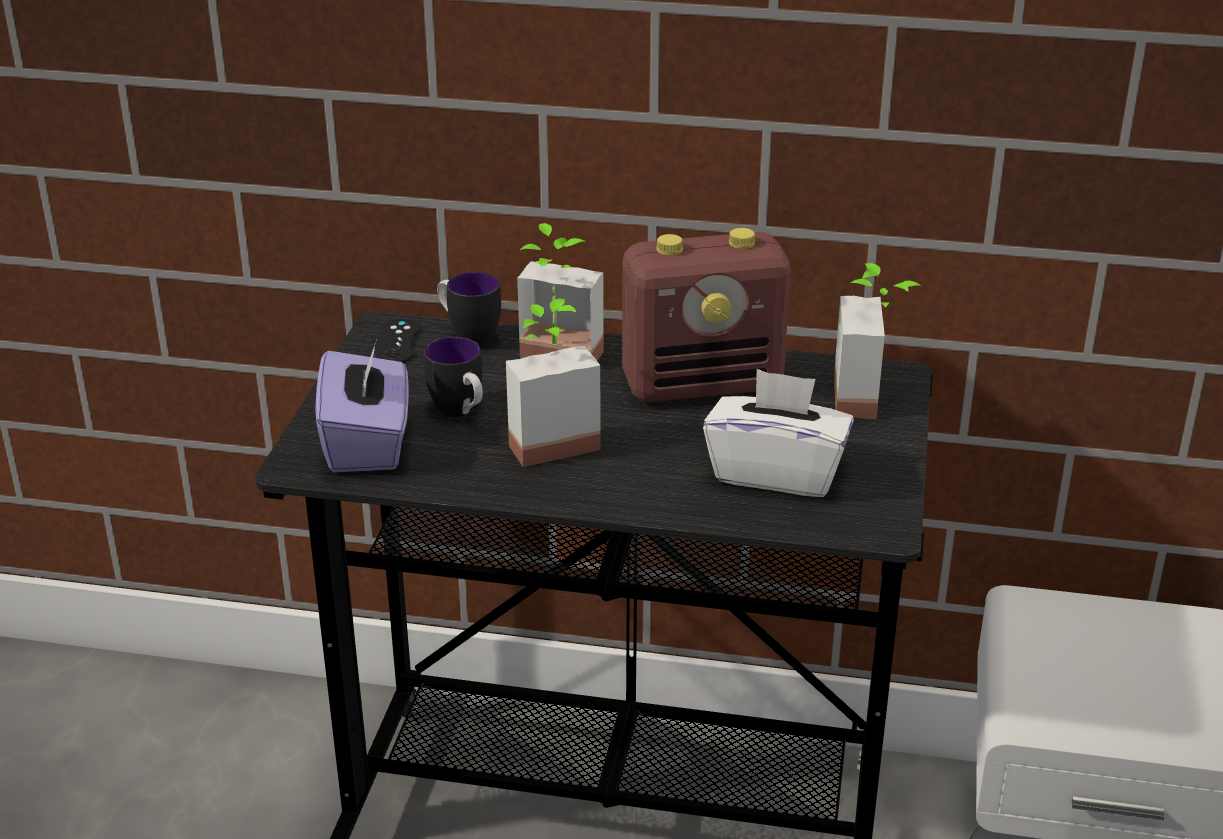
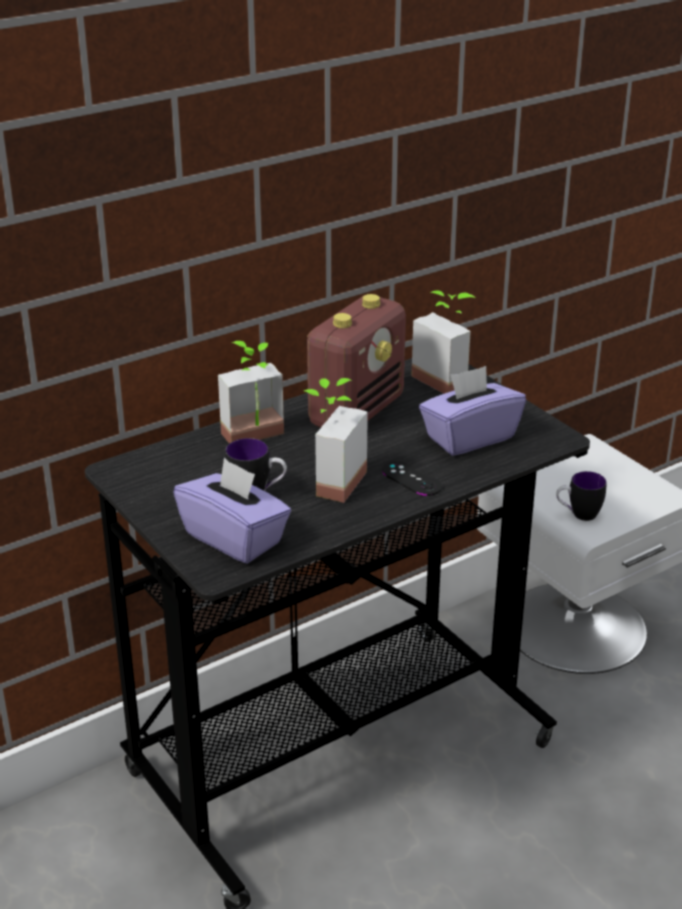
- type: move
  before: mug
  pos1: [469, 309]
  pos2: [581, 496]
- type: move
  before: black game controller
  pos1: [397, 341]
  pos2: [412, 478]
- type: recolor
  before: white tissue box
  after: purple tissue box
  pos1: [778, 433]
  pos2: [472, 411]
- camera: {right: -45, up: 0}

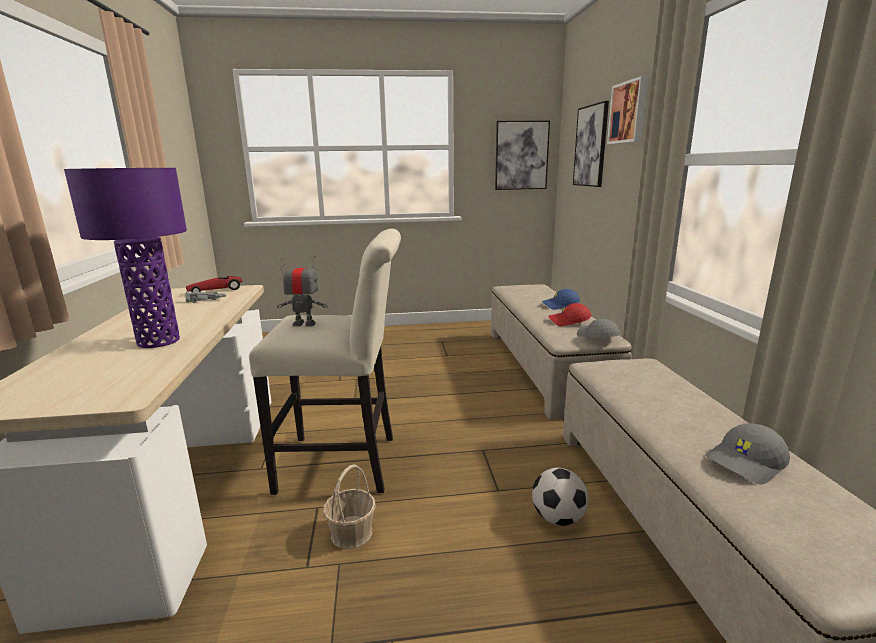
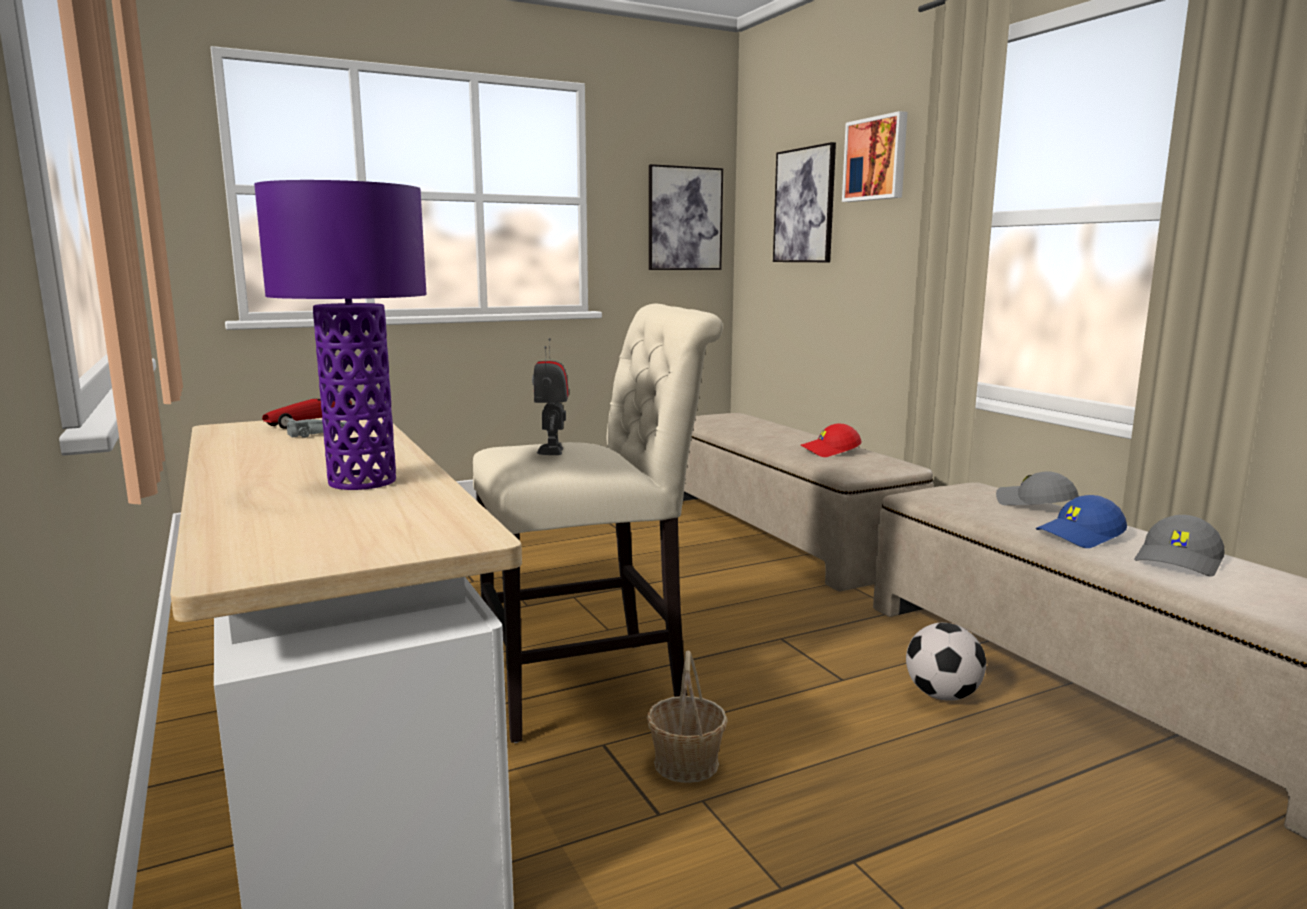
- type: rotate
  before: toy robot
  pos1: [302, 291]
  pos2: [550, 396]
  turn: -75
- type: move
  before: blue cap
  pos1: [561, 299]
  pos2: [1081, 521]
- type: move
  before: grey cap
  pos1: [599, 328]
  pos2: [1037, 488]
- camera: {right: -20, up: -5}

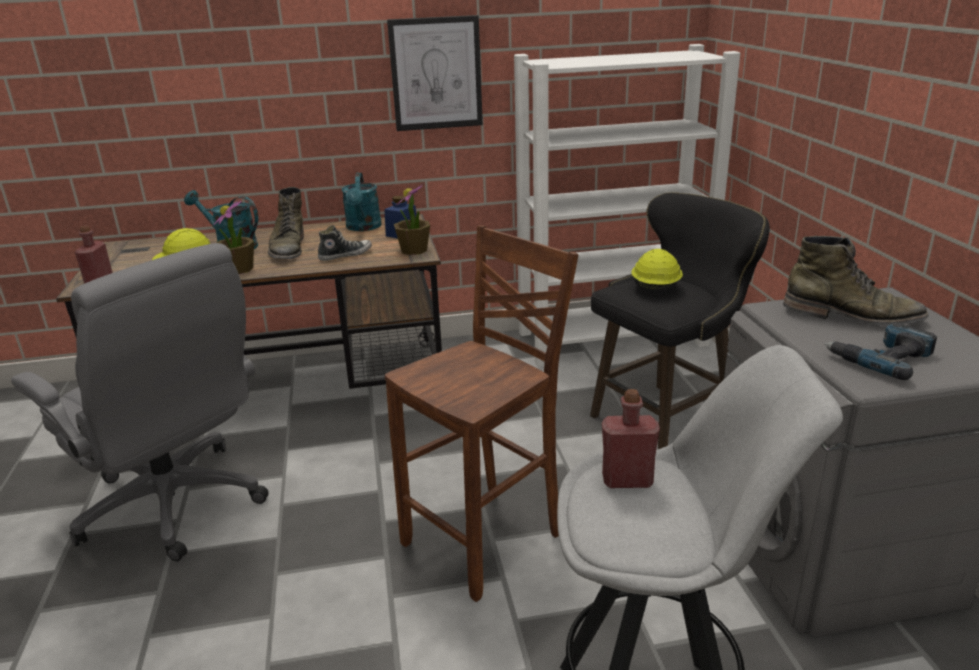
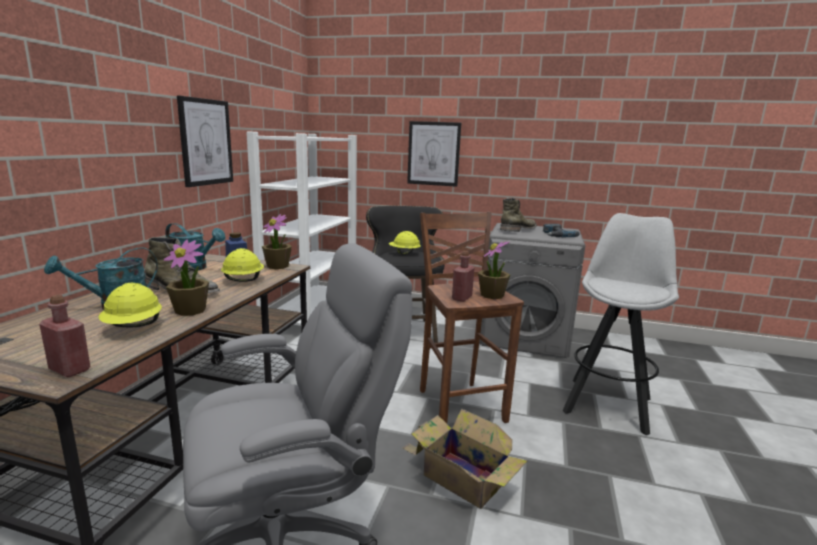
- type: replace
  before: shoe
  after: yellow hard hat
  pos1: [345, 243]
  pos2: [242, 265]
- type: move
  before: red bottle
  pos1: [631, 438]
  pos2: [463, 276]
- type: insert
  after: picture
  pos2: [434, 154]
- type: insert
  after: potted plant
  pos2: [494, 269]
- type: insert
  after: cardboard box
  pos2: [464, 459]
- camera: {right: -65, up: -10}

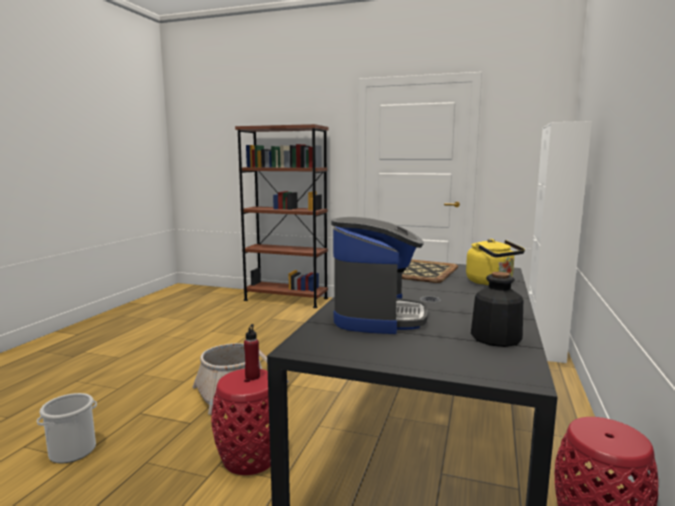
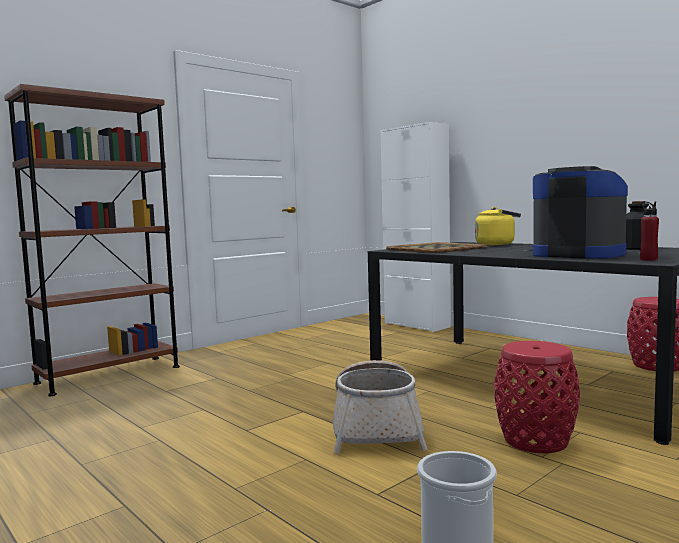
- type: move
  before: red bottle
  pos1: [252, 352]
  pos2: [649, 231]
- camera: {right: -60, up: -5}

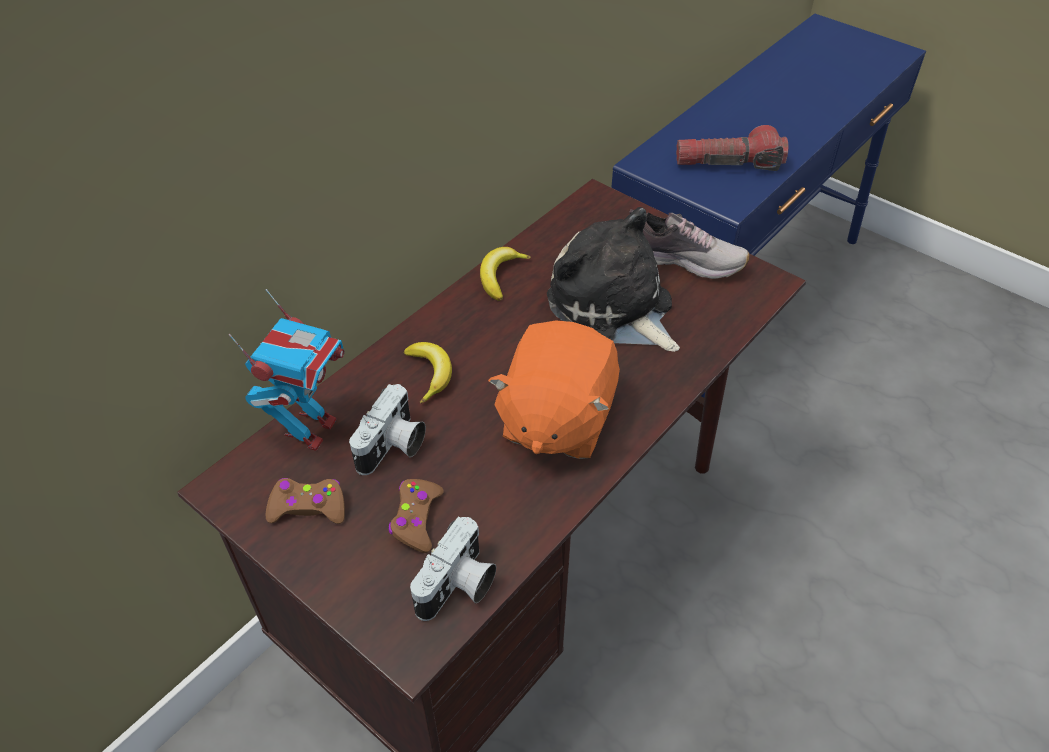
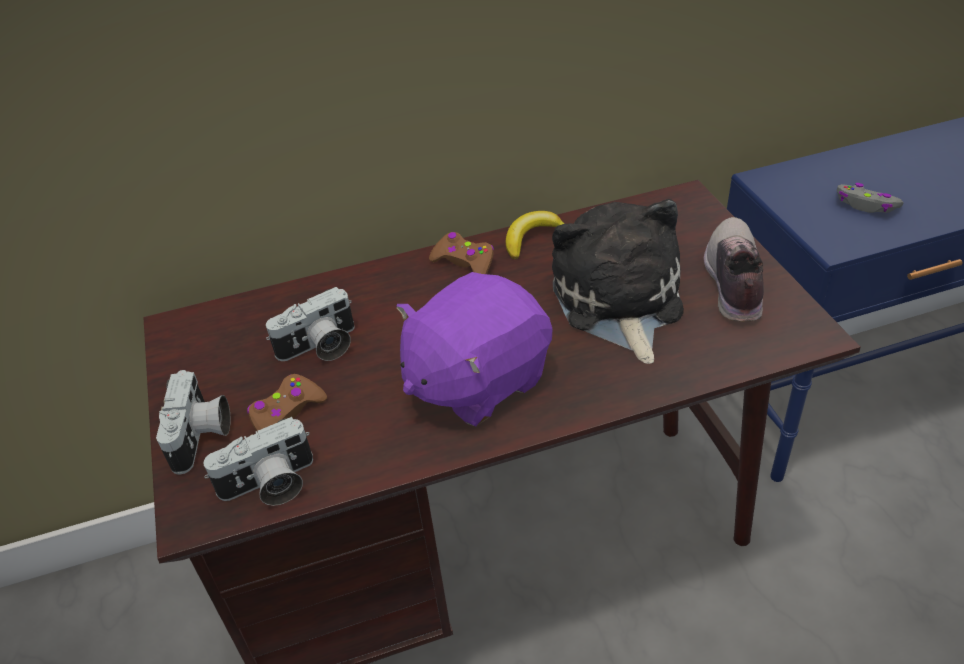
- type: replace
  before: flashlight
  after: grey game controller
  pos1: [732, 148]
  pos2: [870, 198]
- type: rotate
  before: shoe
  pos1: [689, 244]
  pos2: [734, 269]
  turn: -135
- type: delete
  before: toy robot
  pos1: [287, 370]
- type: recolor
  before: orange plush toy
  after: purple plush toy
  pos1: [554, 390]
  pos2: [474, 349]
- type: delete
  before: banana
  pos1: [428, 373]
- type: move
  before: brown game controller
  pos1: [305, 501]
  pos2: [461, 253]
- type: insert
  after: photo camera
  pos2: [193, 422]
- camera: {right: 35, up: -5}

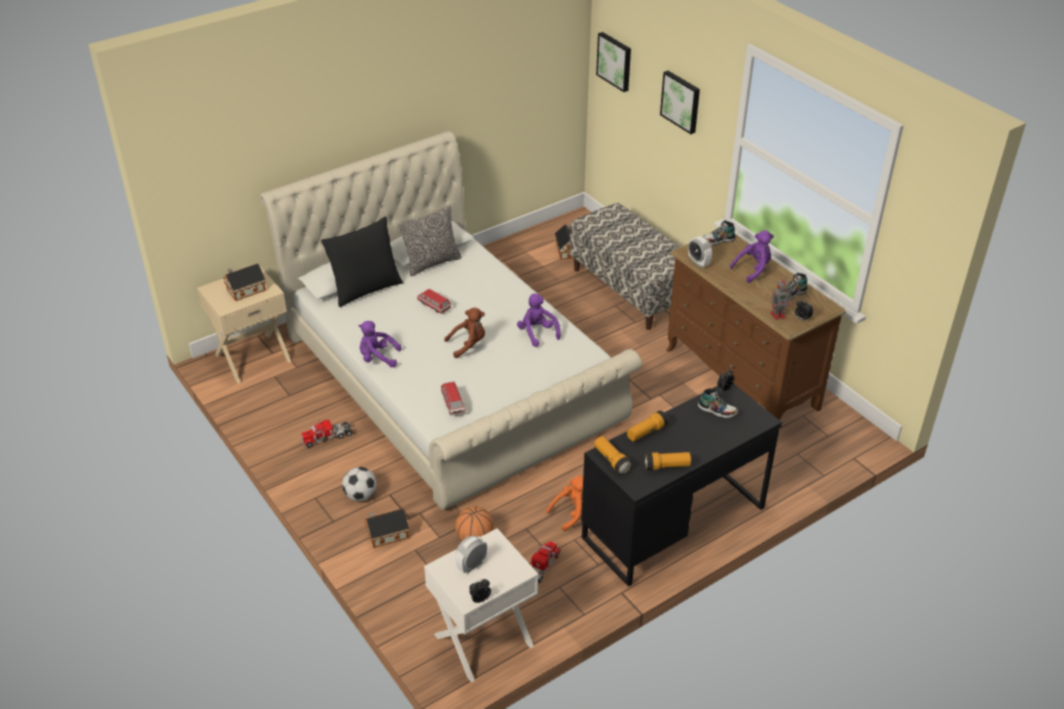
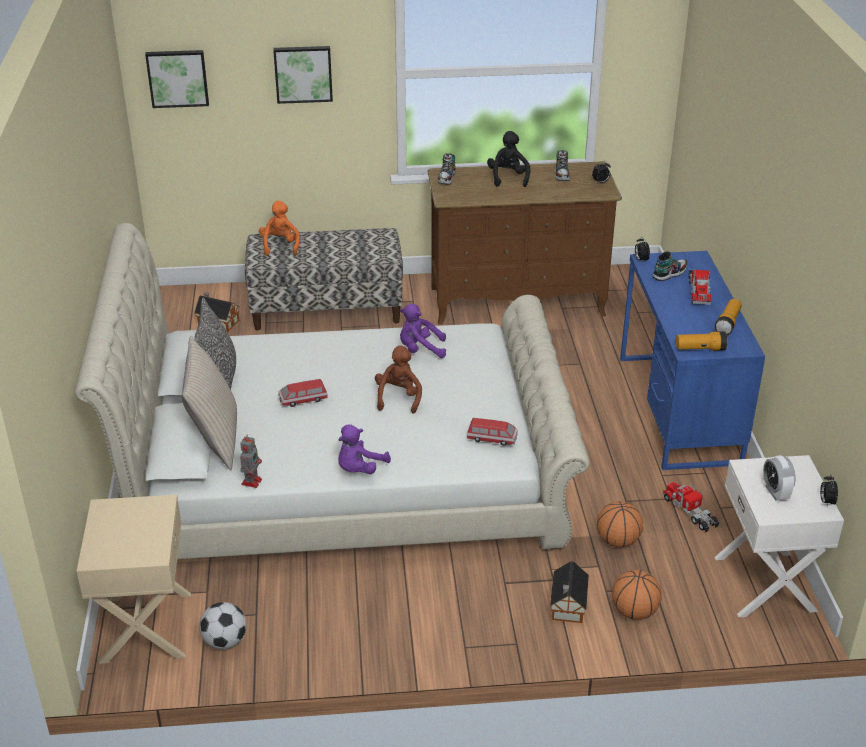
- type: recolor
  before: black pillow
  after: beige pillow
  pos1: [362, 262]
  pos2: [209, 403]
- type: recolor
  before: purple plush toy
  after: black plush toy
  pos1: [752, 256]
  pos2: [508, 159]
- type: delete
  before: alarm clock
  pos1: [700, 252]
- type: delete
  before: toy house
  pos1: [244, 282]
- type: move
  before: toy robot
  pos1: [781, 299]
  pos2: [251, 461]
- type: recolor
  before: black desk
  after: blue desk
  pos1: [681, 485]
  pos2: [692, 360]
- type: delete
  before: flashlight
  pos1: [648, 426]
- type: move
  before: toy truck
  pos1: [327, 433]
  pos2: [699, 287]
- type: move
  before: football
  pos1: [359, 484]
  pos2: [222, 626]
- type: move
  before: orange plush toy
  pos1: [564, 503]
  pos2: [279, 228]
- type: insert
  after: basketball
  pos2: [637, 595]
- camera: {right: -60, up: -5}

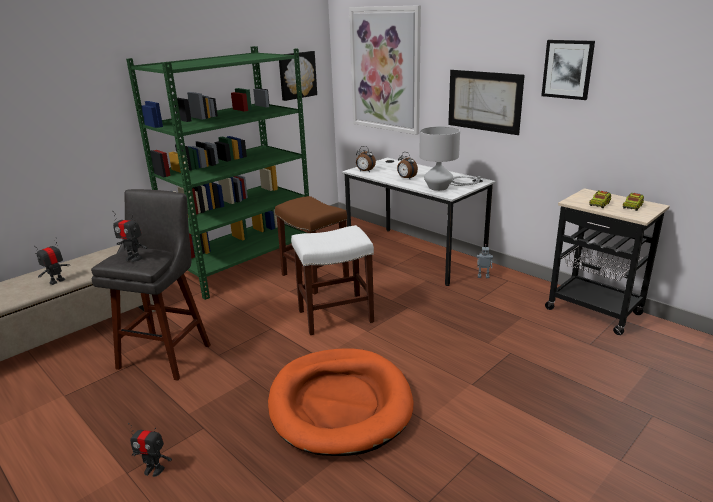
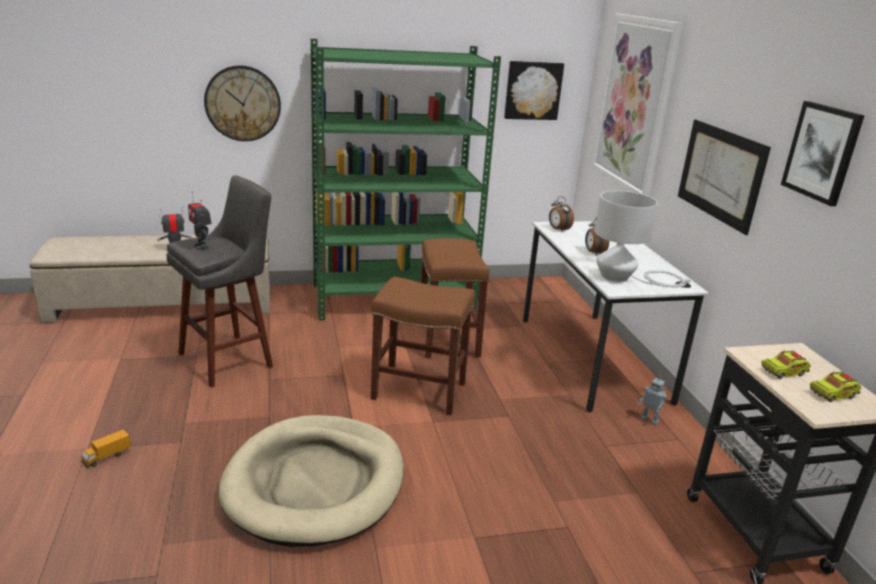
- type: recolor
  before: white stool
  after: brown stool
  pos1: [332, 280]
  pos2: [423, 346]
- type: recolor
  before: orange dog bed
  after: beige dog bed
  pos1: [340, 402]
  pos2: [310, 481]
- type: replace
  before: toy robot
  after: toy truck
  pos1: [150, 450]
  pos2: [106, 448]
- type: insert
  after: wall clock
  pos2: [242, 103]
- camera: {right: 30, up: 0}

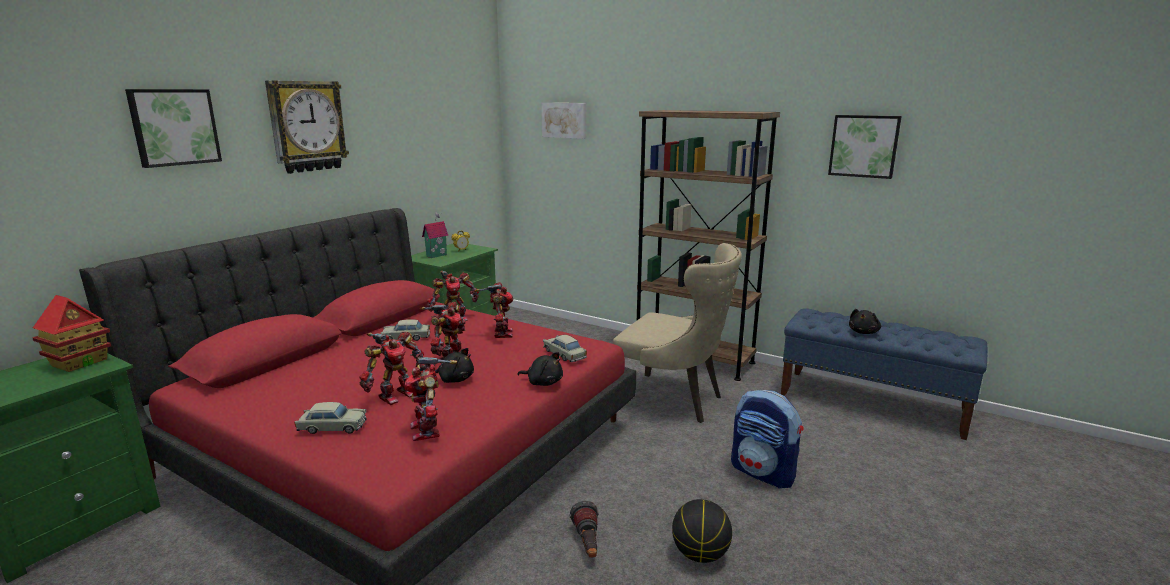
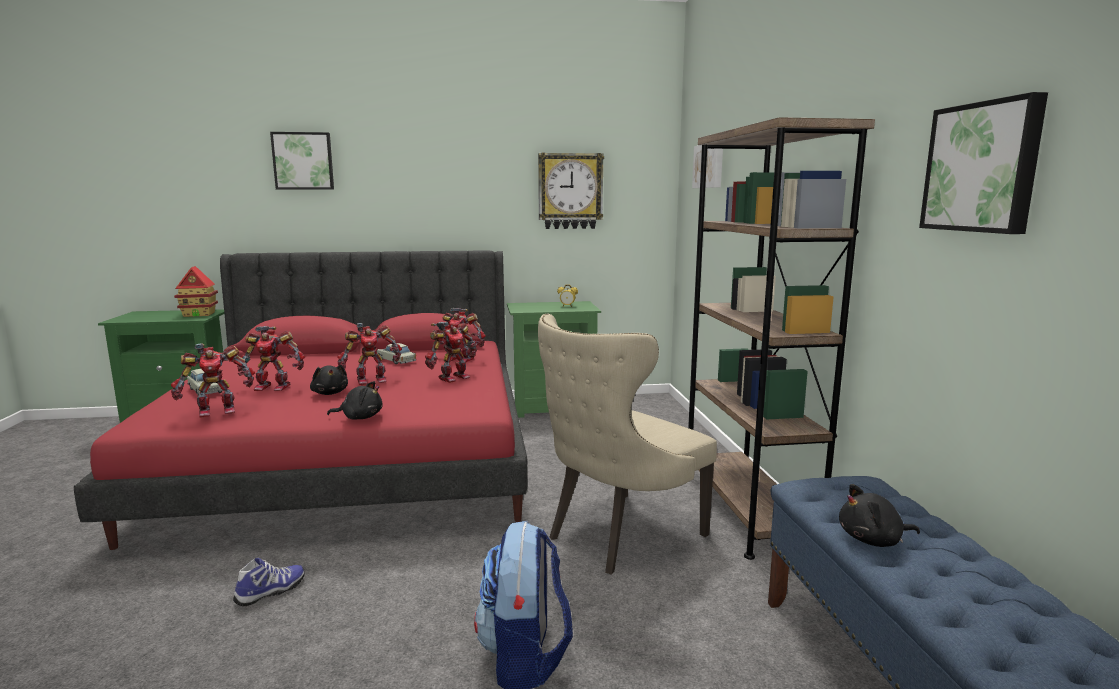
- type: move
  before: wall clock
  pos1: [307, 127]
  pos2: [571, 191]
- type: delete
  before: toy house
  pos1: [435, 235]
- type: rotate
  before: beige chair
  pos1: [677, 333]
  pos2: [627, 444]
  turn: 60
- type: delete
  before: beige toy car
  pos1: [565, 348]
- type: rotate
  before: black plush toy
  pos1: [540, 369]
  pos2: [355, 400]
  turn: -75
- type: rotate
  before: toy robot
  pos1: [430, 399]
  pos2: [213, 380]
  turn: -150
- type: delete
  before: basketball
  pos1: [702, 531]
- type: replace
  before: flashlight
  after: shoe
  pos1: [584, 529]
  pos2: [269, 582]
- camera: {right: 50, up: -5}

